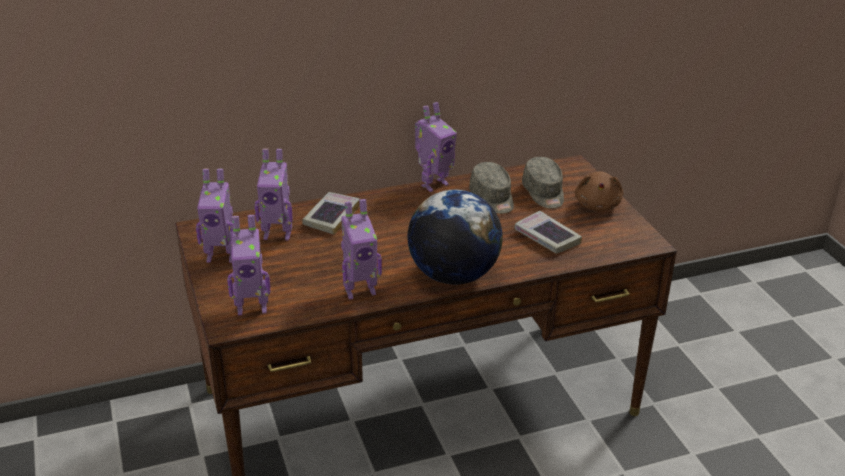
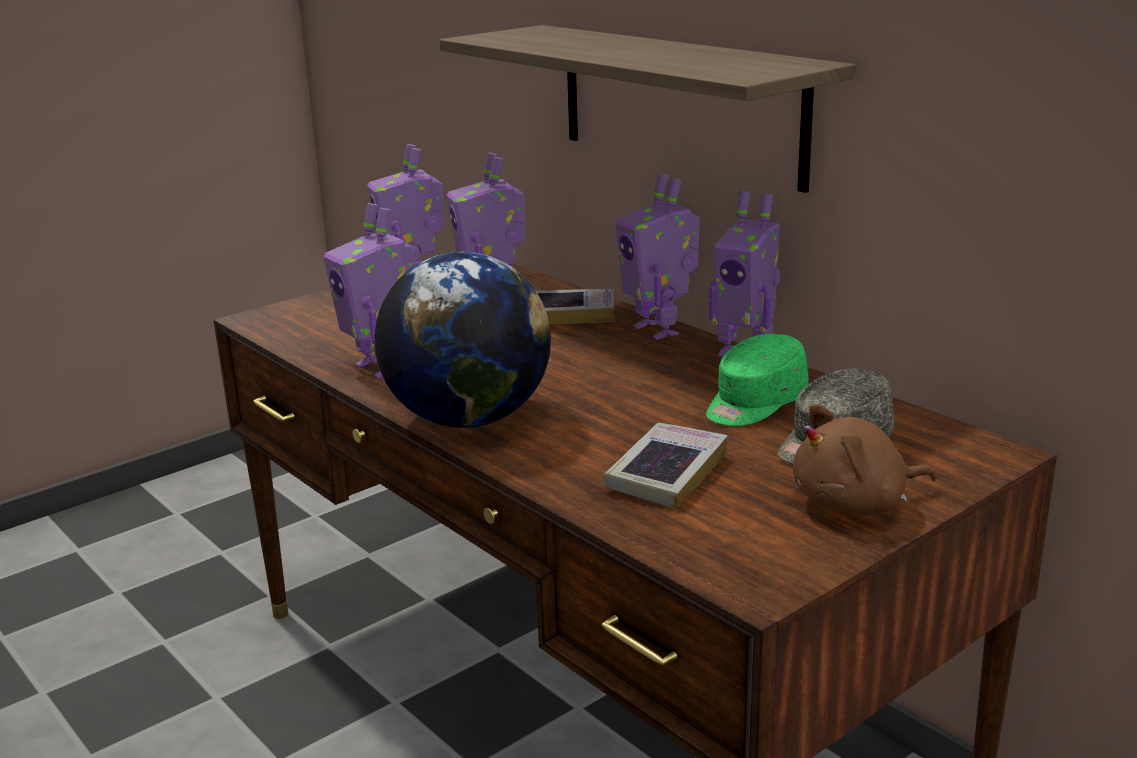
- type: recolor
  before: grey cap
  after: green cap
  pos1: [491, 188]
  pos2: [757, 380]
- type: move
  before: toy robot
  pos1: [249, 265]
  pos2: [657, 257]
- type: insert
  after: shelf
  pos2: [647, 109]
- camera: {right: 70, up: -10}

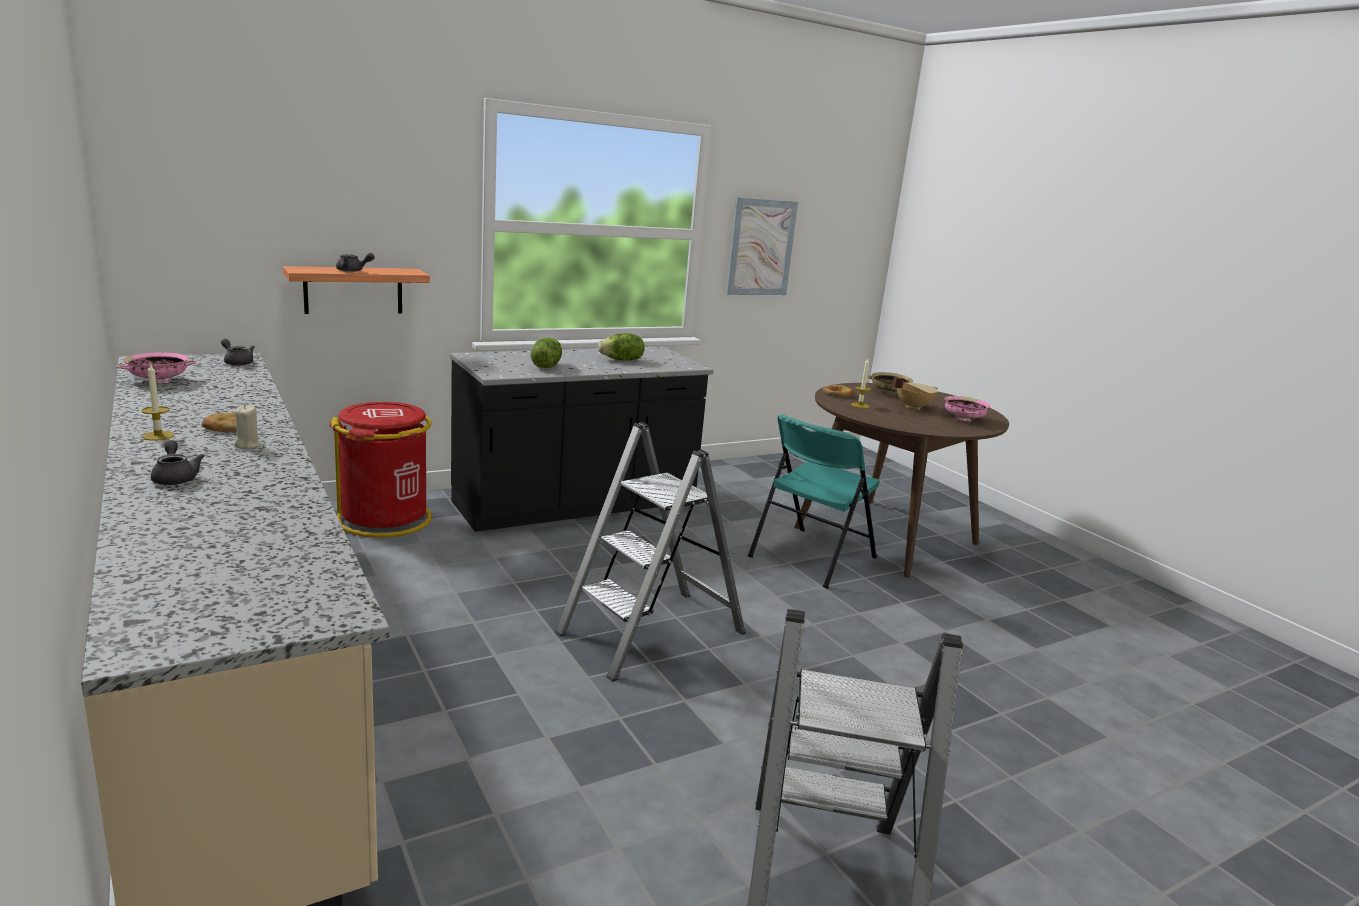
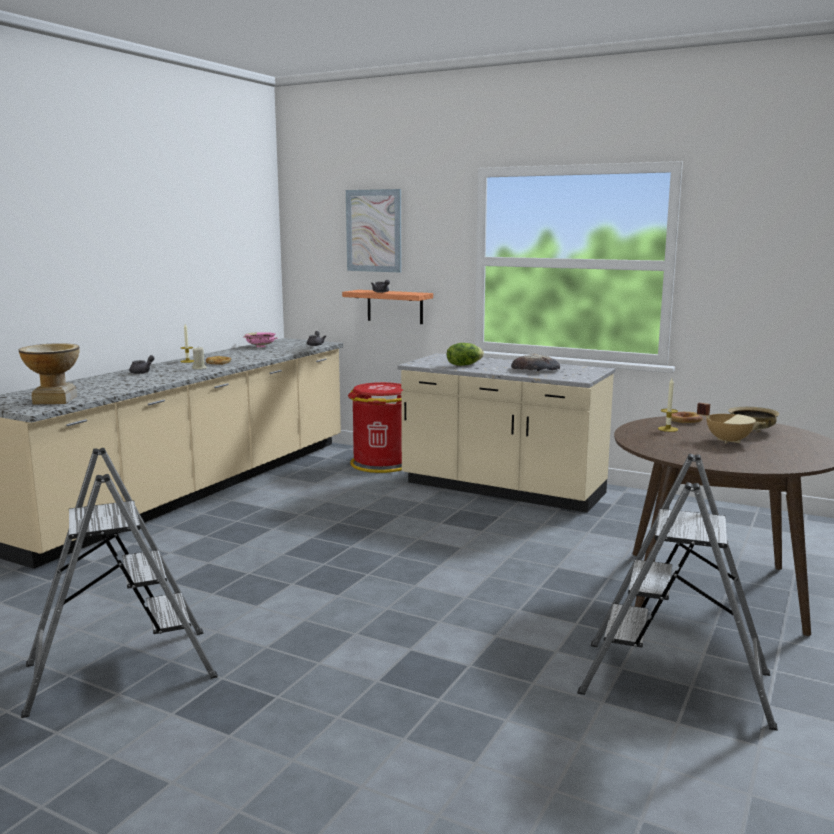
- type: move
  before: picture
  pos1: [762, 246]
  pos2: [373, 230]
- type: replace
  before: lettuce
  after: bread
  pos1: [621, 347]
  pos2: [535, 362]
- type: recolor
  before: black counter
  after: beige counter
  pos1: [582, 439]
  pos2: [506, 433]
- type: delete
  before: pink bowl
  pos1: [967, 408]
- type: delete
  before: turquoise chair
  pos1: [814, 501]
- type: move
  before: grey step ladder
  pos1: [650, 552]
  pos2: [677, 592]
- type: insert
  after: vase
  pos2: [49, 373]
- camera: {right: 60, up: -5}

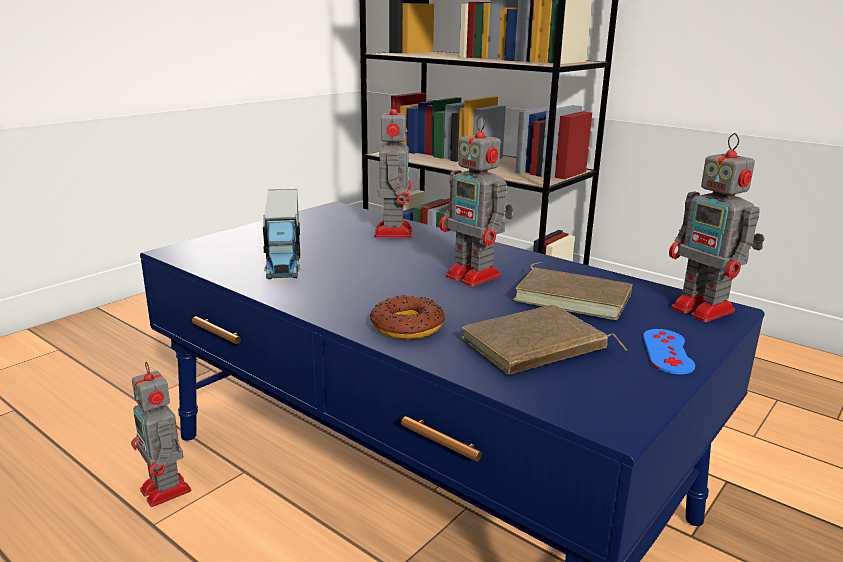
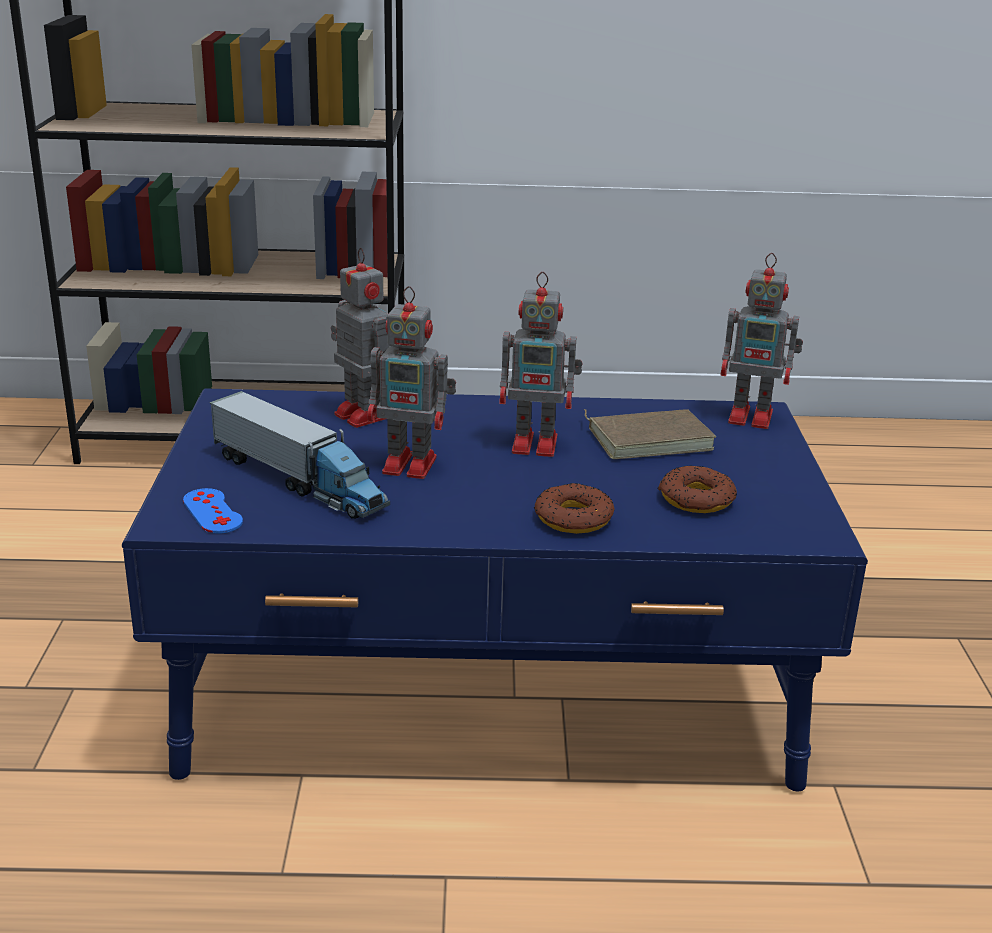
- type: replace
  before: brown book
  after: donut
  pos1: [544, 340]
  pos2: [697, 489]
- type: move
  before: blue game controller
  pos1: [669, 352]
  pos2: [213, 511]
- type: move
  before: toy robot
  pos1: [161, 434]
  pos2: [411, 382]
- camera: {right: -40, up: 5}

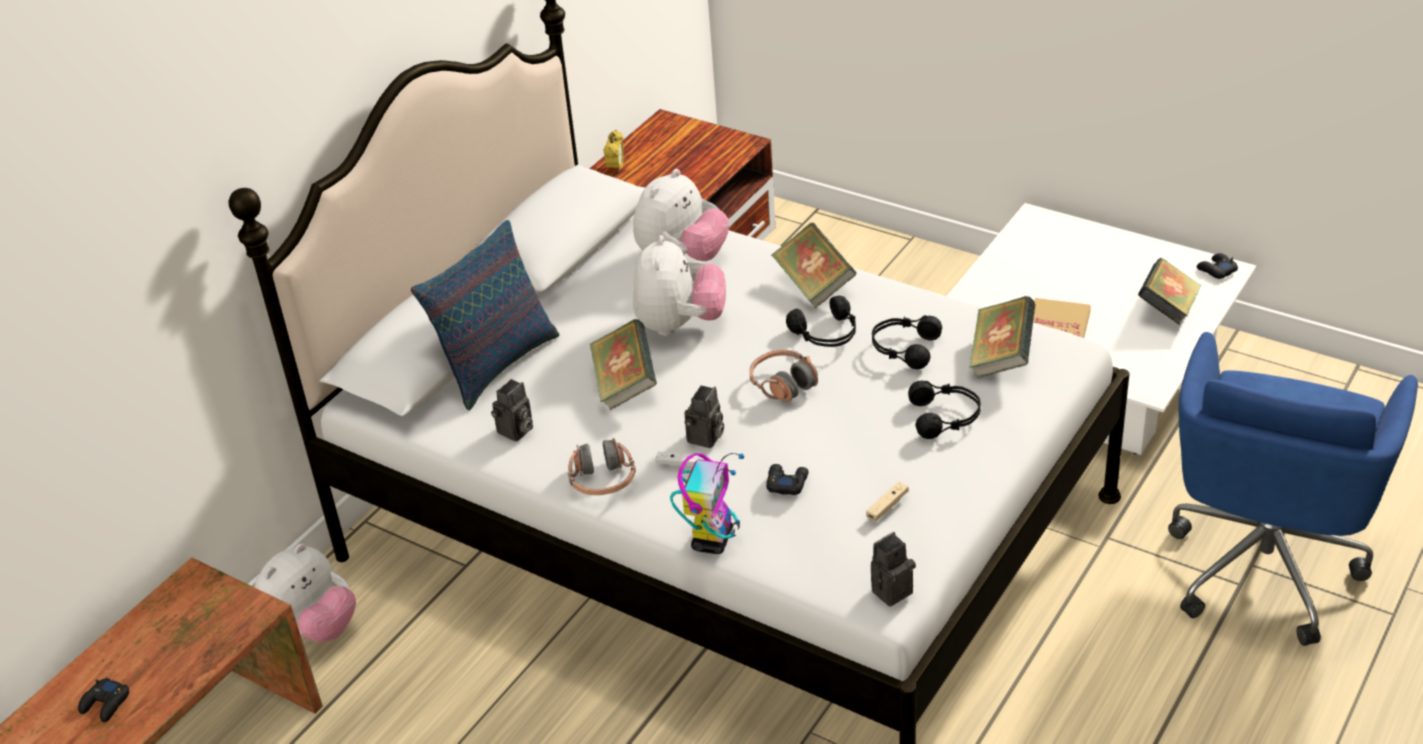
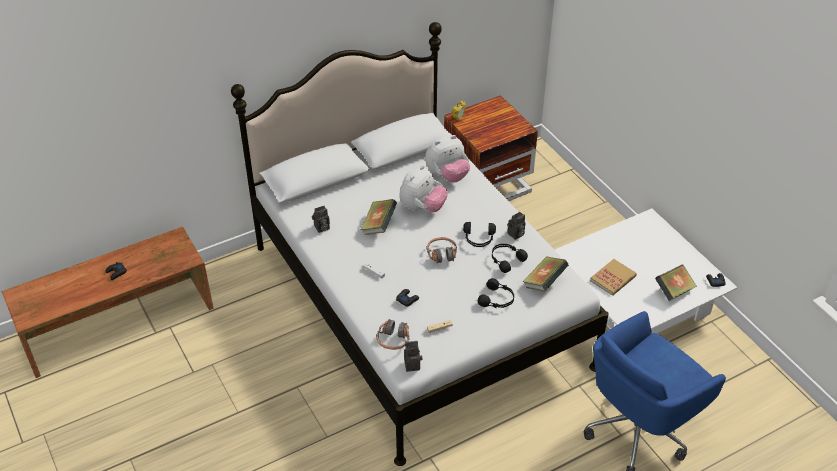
- type: delete
  before: blue pillow
  pos1: [485, 315]
- type: delete
  before: book
  pos1: [814, 265]
- type: move
  before: photo camera
  pos1: [704, 416]
  pos2: [516, 226]
- type: move
  before: headphones
  pos1: [602, 466]
  pos2: [392, 334]
- type: delete
  before: toy robot
  pos1: [707, 503]
- type: delete
  before: plush toy
  pos1: [305, 592]
- camera: {right: 25, up: 5}

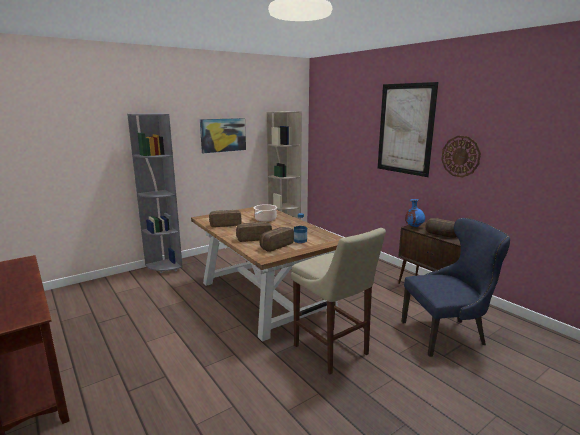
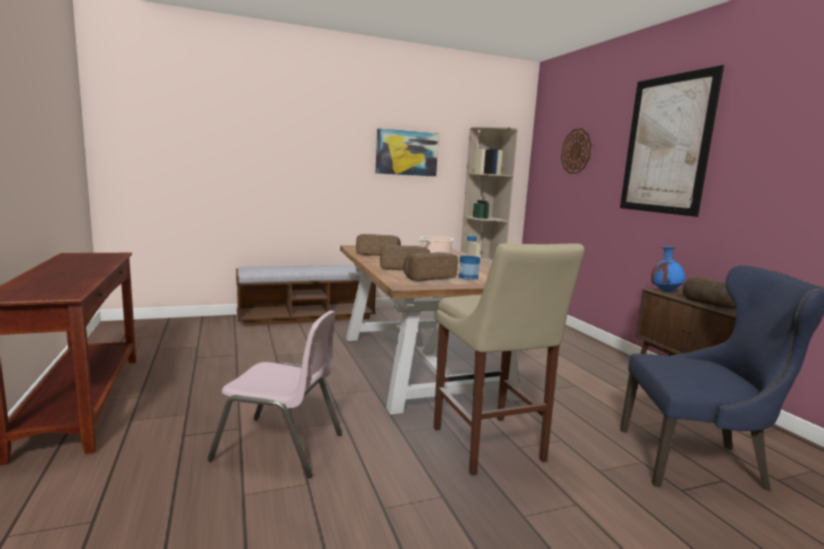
- type: replace
  before: grey bookcase
  after: bench
  pos1: [155, 193]
  pos2: [306, 295]
- type: move
  before: wall clock
  pos1: [461, 157]
  pos2: [576, 151]
- type: insert
  after: pink chair
  pos2: [274, 394]
- camera: {right: 15, up: -5}

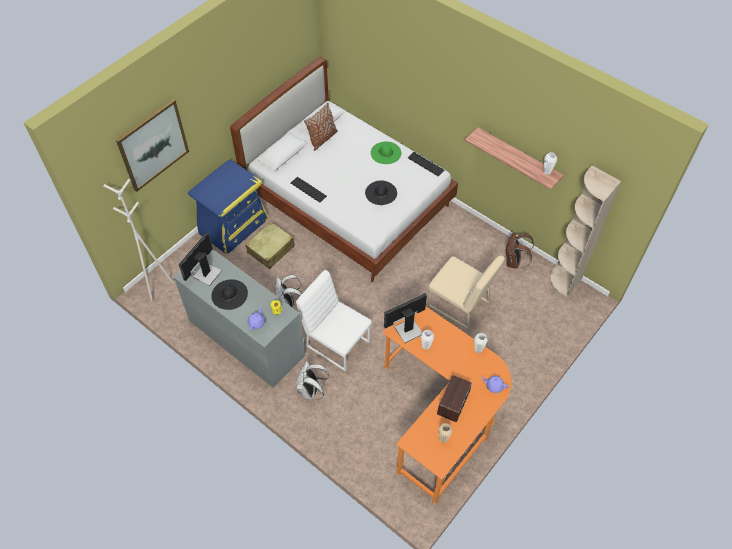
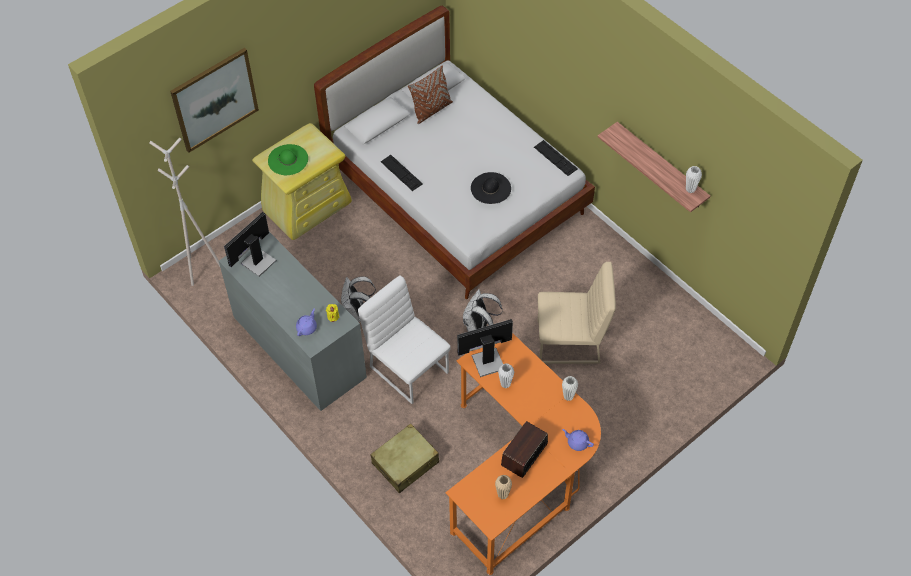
- type: move
  before: green hat
  pos1: [386, 152]
  pos2: [288, 159]
- type: recolor
  before: blue nightstand
  after: yellow nightstand
  pos1: [228, 206]
  pos2: [302, 181]
- type: delete
  before: beige bookcase
  pos1: [585, 231]
- type: move
  before: beige suitcase
  pos1: [270, 245]
  pos2: [404, 458]
- type: delete
  before: brown backpack
  pos1: [519, 250]
- type: rotate
  before: beige chair
  pos1: [466, 293]
  pos2: [576, 313]
  turn: -45
- type: delete
  before: black hat
  pos1: [229, 294]
- type: move
  before: white backpack
  pos1: [312, 380]
  pos2: [483, 310]
- camera: {right: 10, up: 0}

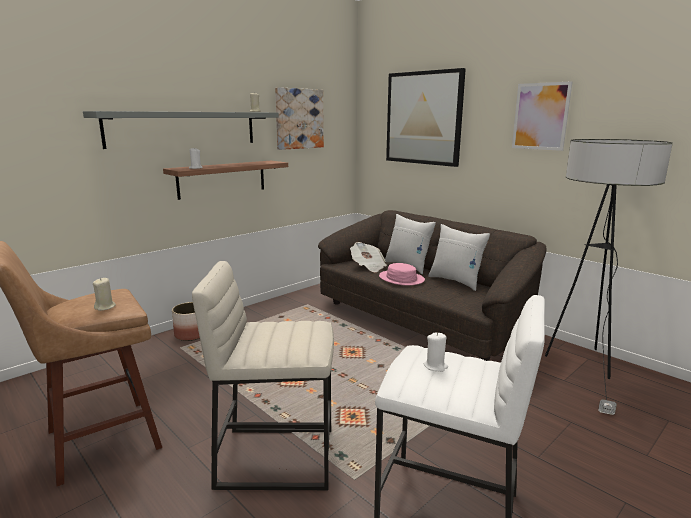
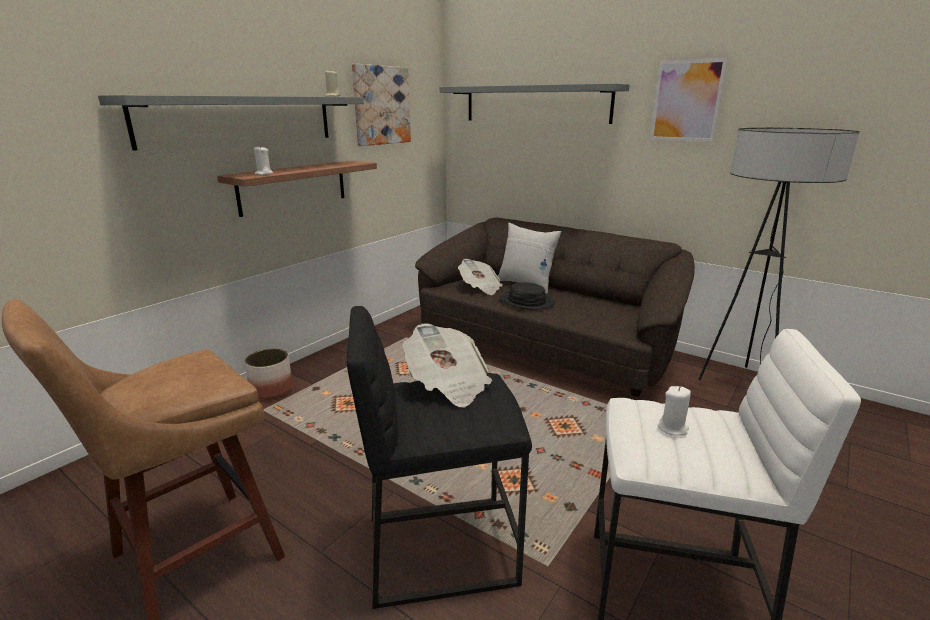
- type: replace
  before: picture
  after: grey shelf
  pos1: [426, 117]
  pos2: [535, 103]
- type: delete
  before: grey pillow
  pos1: [459, 257]
- type: recolor
  before: beige stool
  after: black stool
  pos1: [263, 375]
  pos2: [439, 457]
- type: recolor
  before: pink hat
  after: black hat
  pos1: [402, 274]
  pos2: [527, 296]
- type: delete
  before: beige candle
  pos1: [104, 294]
- type: insert
  after: newspaper
  pos2: [447, 365]
- camera: {right: -10, up: 5}

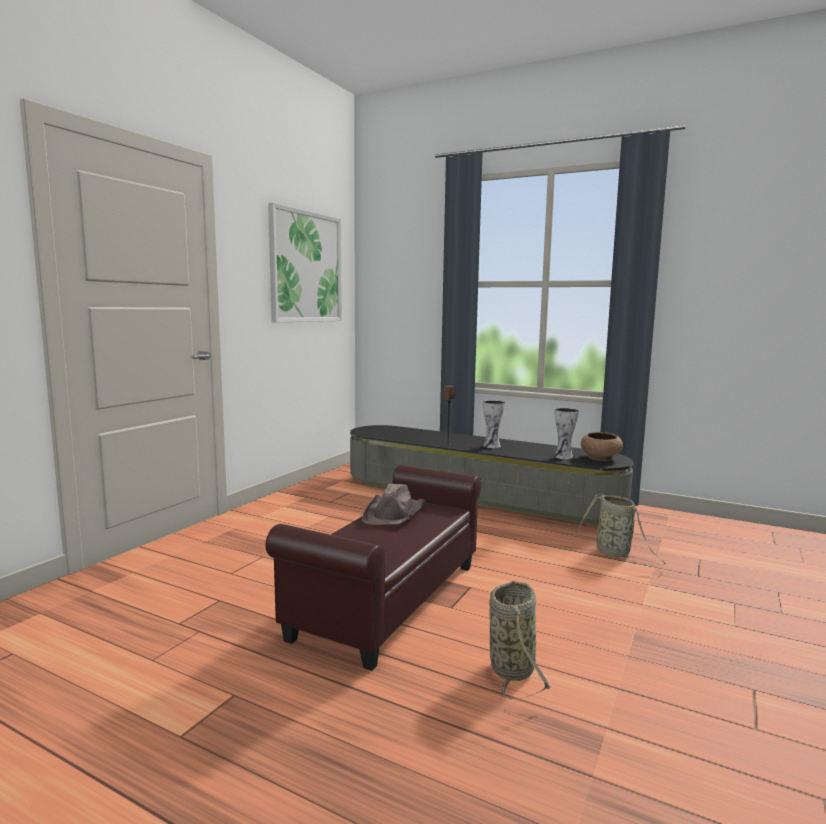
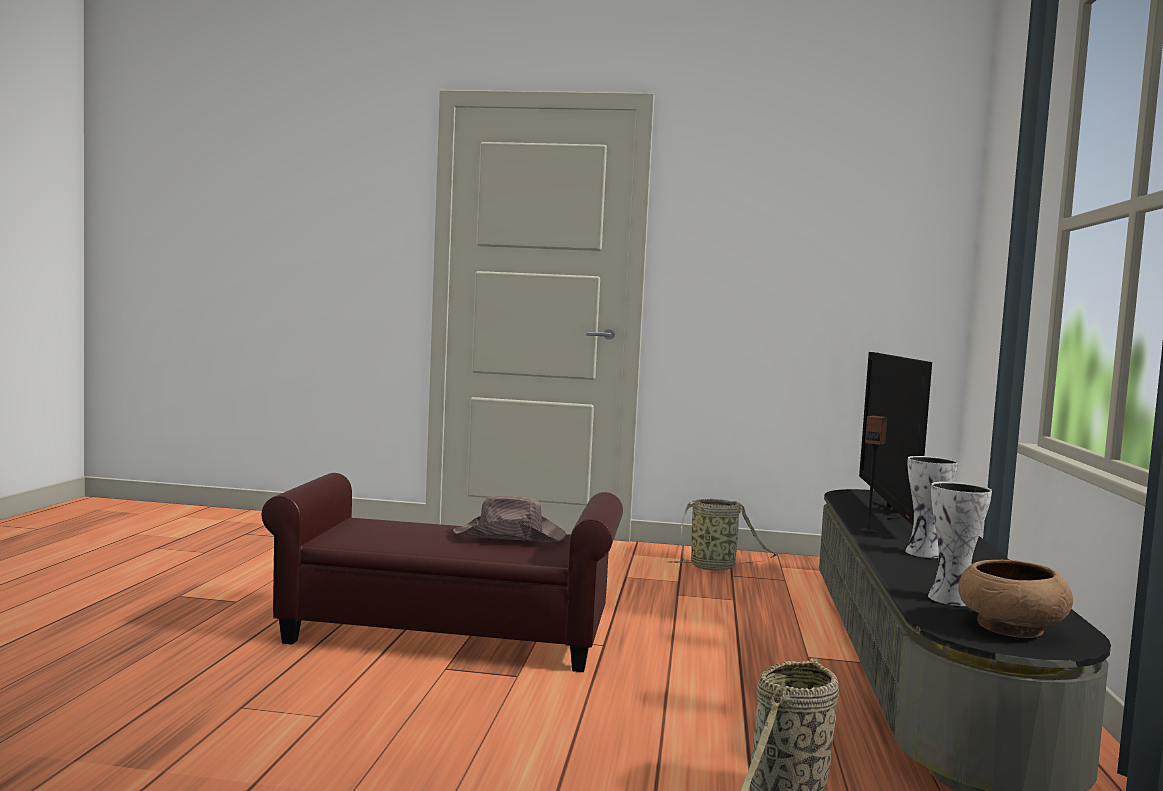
- type: delete
  before: picture
  pos1: [305, 262]
- type: move
  before: basket
  pos1: [520, 640]
  pos2: [723, 535]
- type: insert
  after: television
  pos2: [895, 438]
- camera: {right: 70, up: -5}

